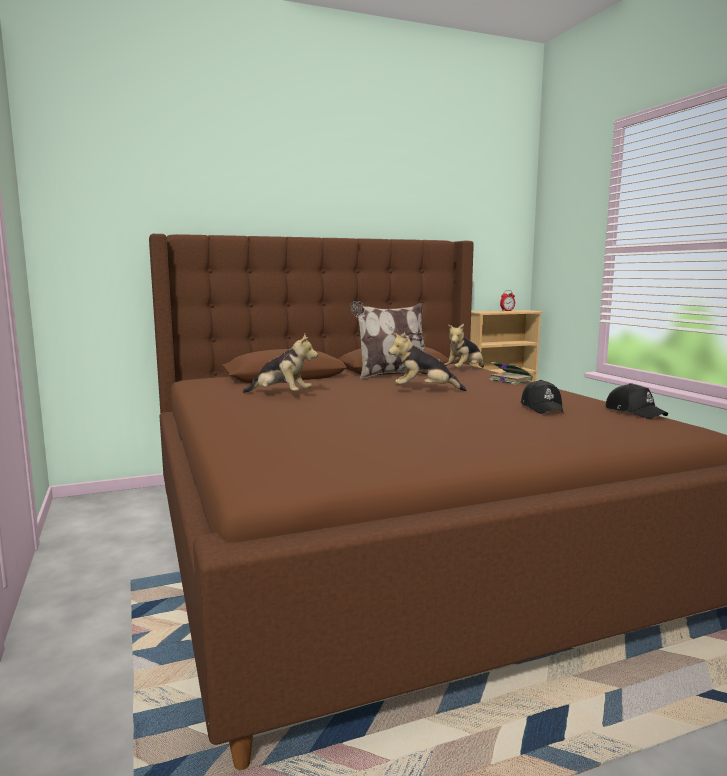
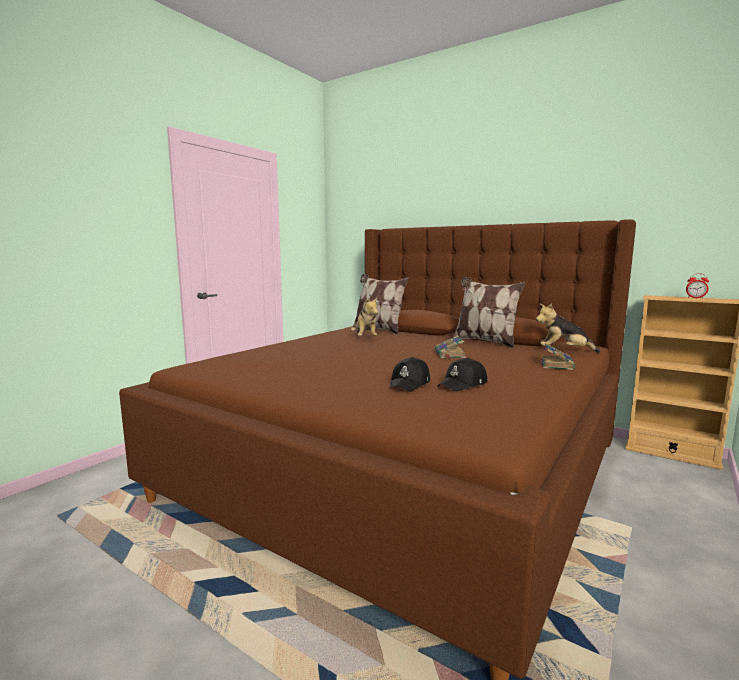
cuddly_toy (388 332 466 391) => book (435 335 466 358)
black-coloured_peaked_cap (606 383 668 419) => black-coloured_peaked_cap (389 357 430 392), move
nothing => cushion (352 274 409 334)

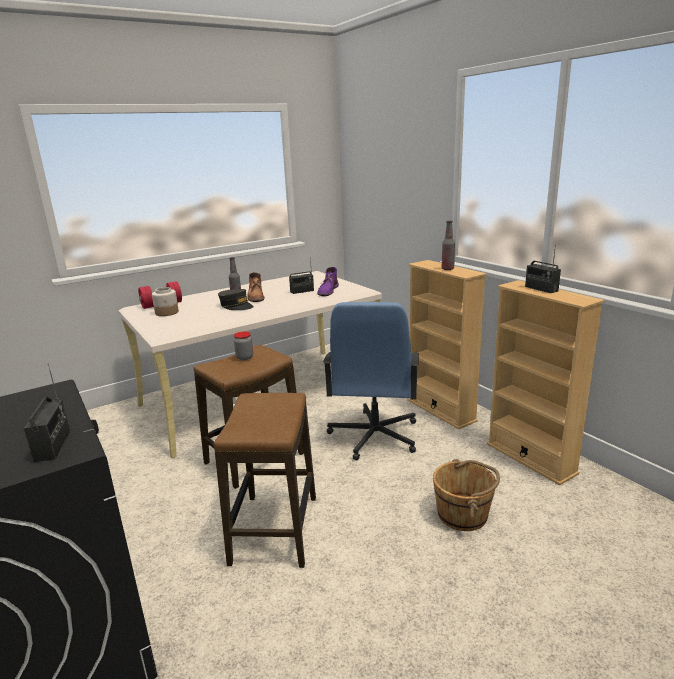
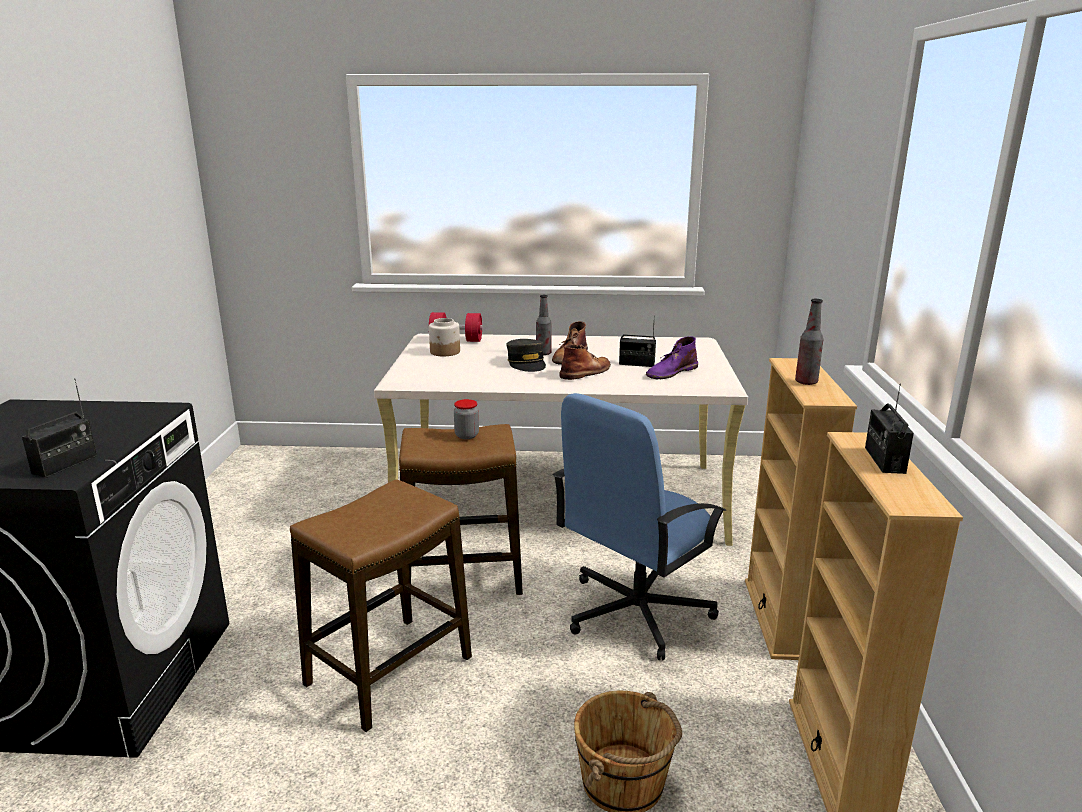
nothing => brown_tall_boot (559 345 611 380)

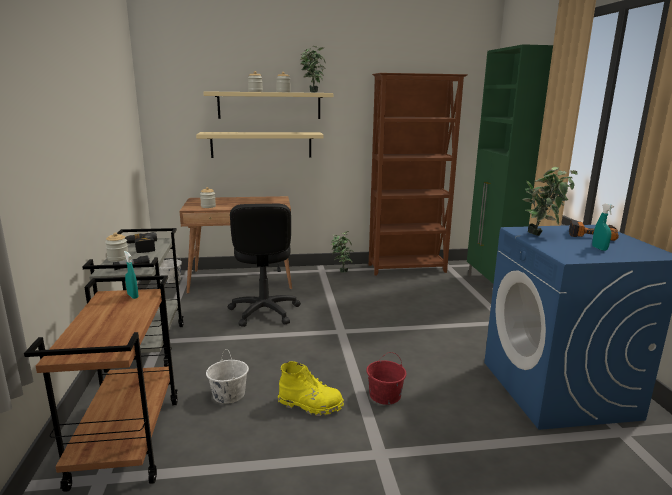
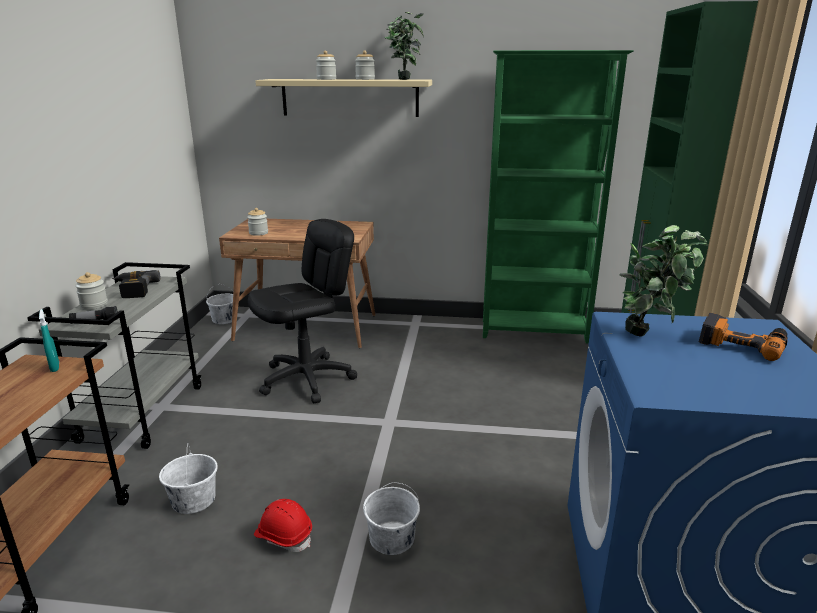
beige_wall_shelf (196 132 324 158) => nothing
black-coloured_desk_chair (228 204 301 327) => black-coloured_desk_chair (248 219 357 403), 135 degrees counterclockwise
yellowish_tall_boot (278 361 344 416) => red-coloured_work_helmet (254 499 312 552)
potted_plant (330 231 354 273) => nothing
red-coloured_water_bucket (366 352 406 405) => white-coloured_water_bucket (363 483 420 555)
brown_bookshelf (369 73 468 276) => green_bookshelf (483 50 634 344)
blue-green_spray_bottle (592 203 614 251) => nothing

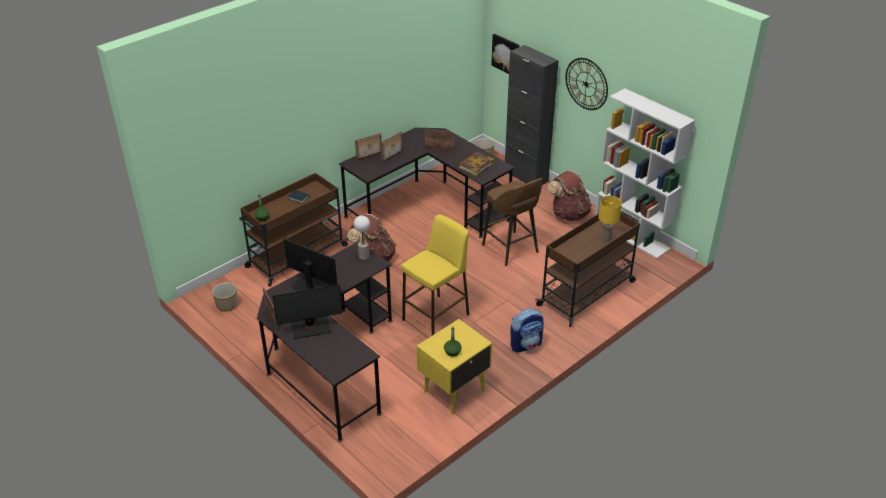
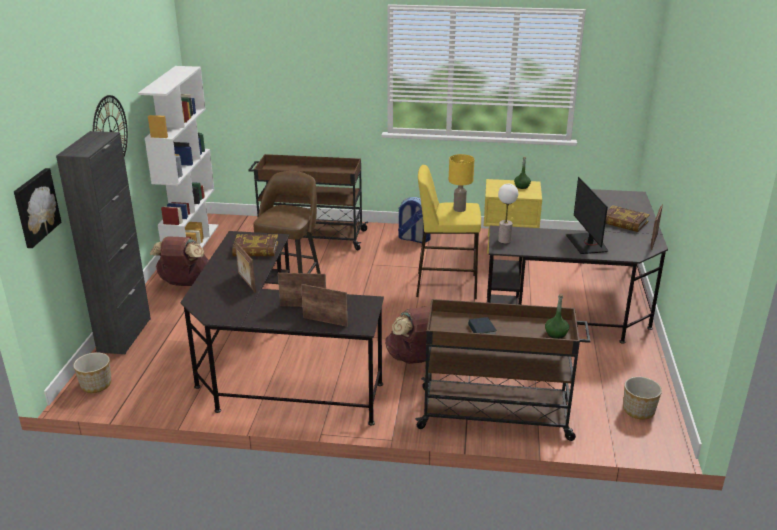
computer_display (273 284 342 339) => book (605 205 650 232)
yellowish_lamp_for_a_table (599 196 622 242) => yellowish_lamp_for_a_table (449 154 475 212), move

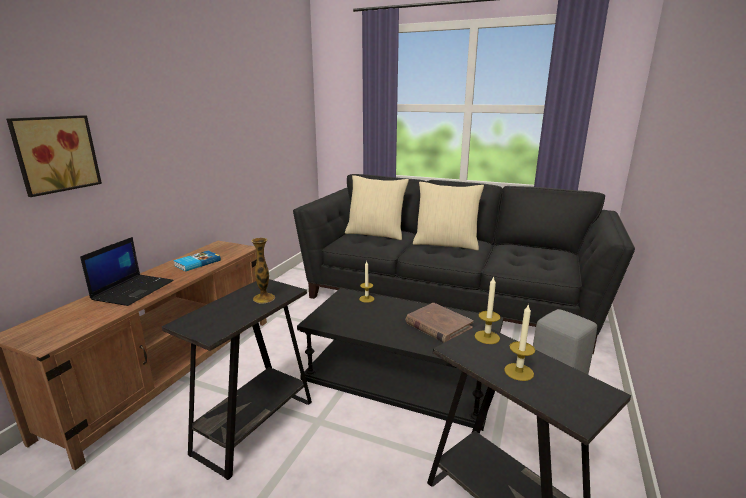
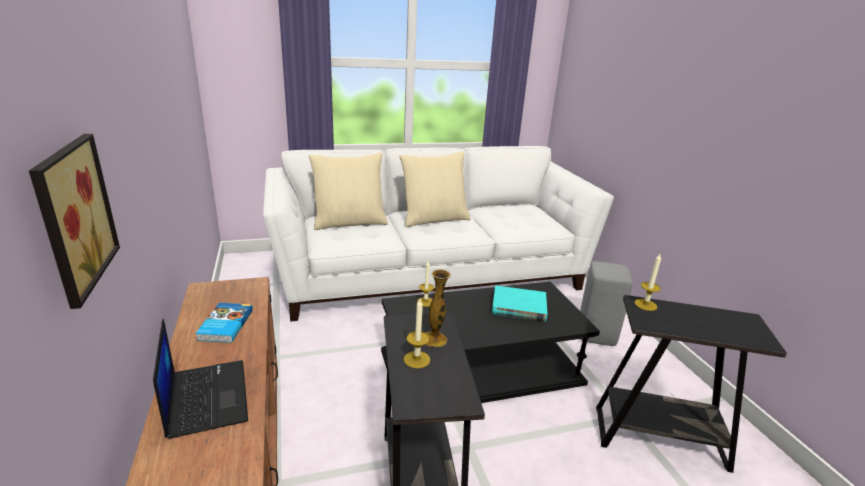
black-coloured_couch (293 174 635 354) => white-coloured_couch (263 146 614 322)
brown_book (406 303 474 343) => blue-green_book (492 285 547 322)
candle (504 303 535 381) => candle (404 299 430 368), move

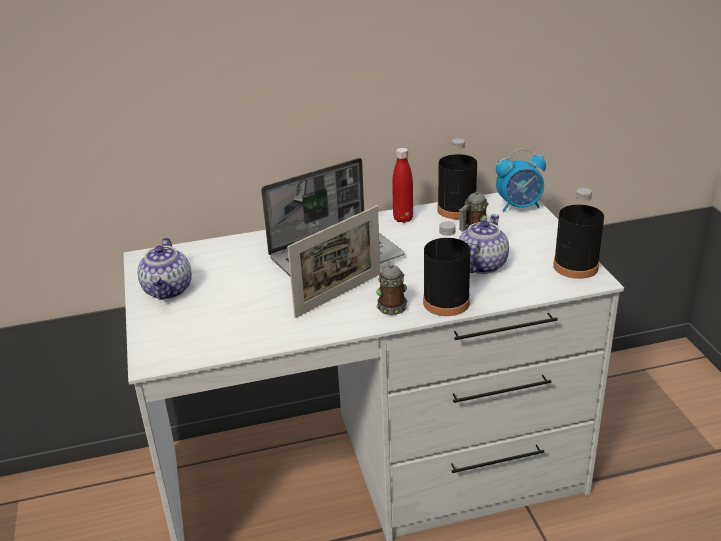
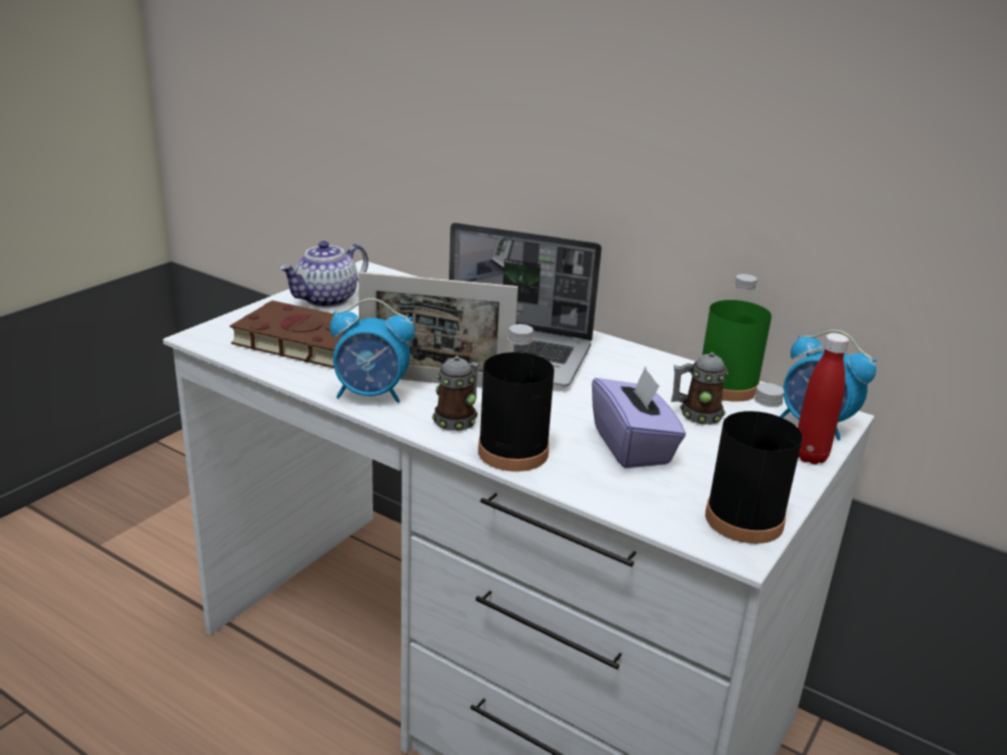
red-coloured_beverage_bottle (392 148 413 223) => red-coloured_beverage_bottle (798 333 849 464), move
black-coloured_beverage_bottle (437 138 477 219) => green_beverage_bottle (702 274 772 402)
tea_pot (459 214 509 274) => purplish_tissue_holder (592 366 686 468)
nothing => brown_book (230 300 359 368)
nothing => alarm_clock (330 298 415 403)

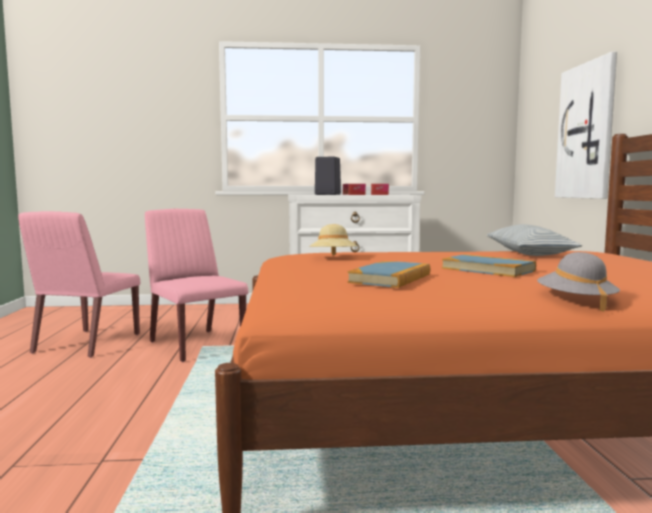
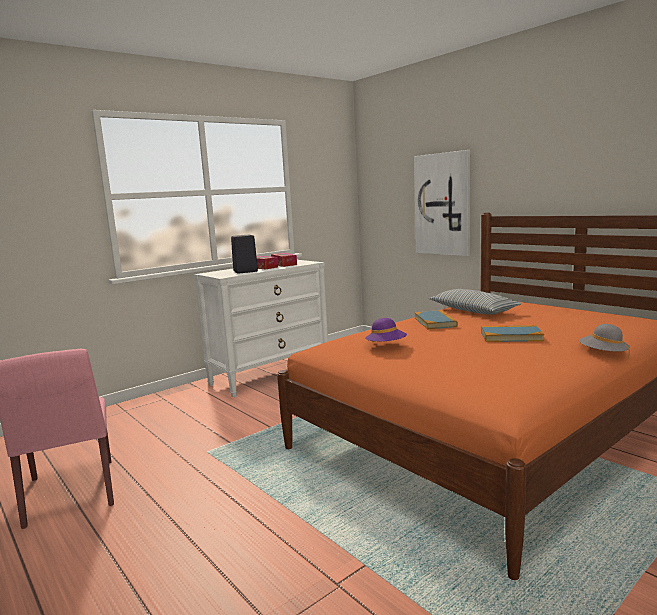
pink-coloured_chair (145 209 248 362) => nothing
beige_hat (310 224 357 255) => purplish_hat (365 318 407 343)
book (347 261 430 288) => book (415 310 458 329), move

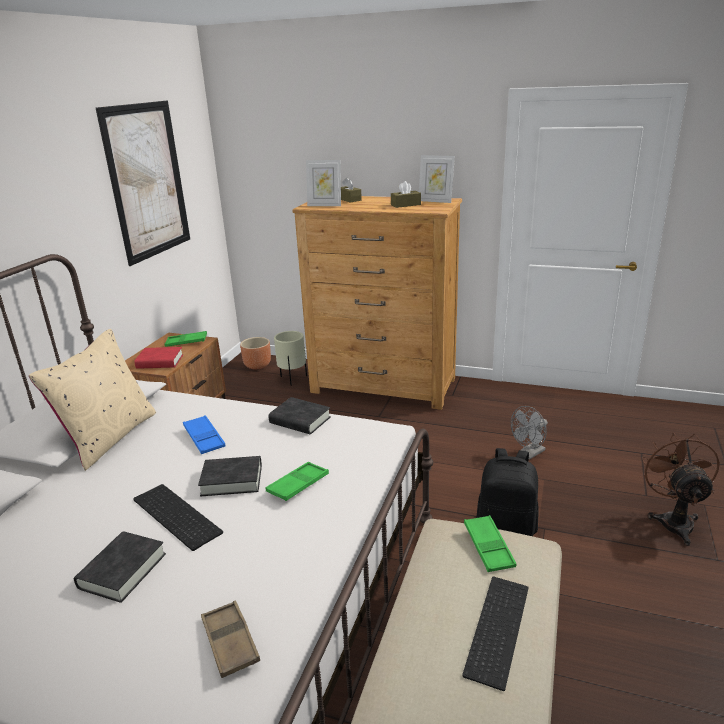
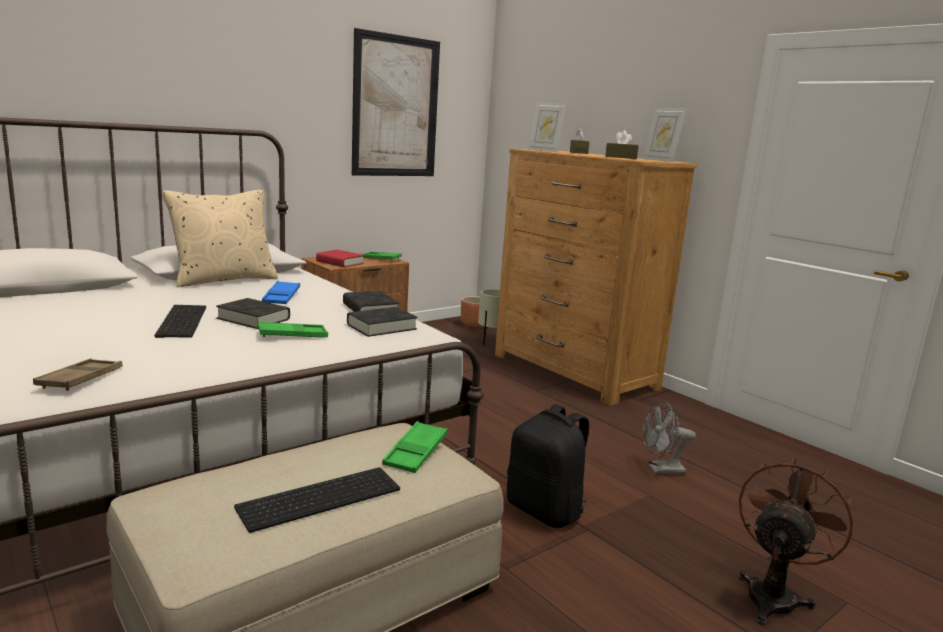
black-coloured_book (74 531 166 603) => black-coloured_book (347 307 417 337), move

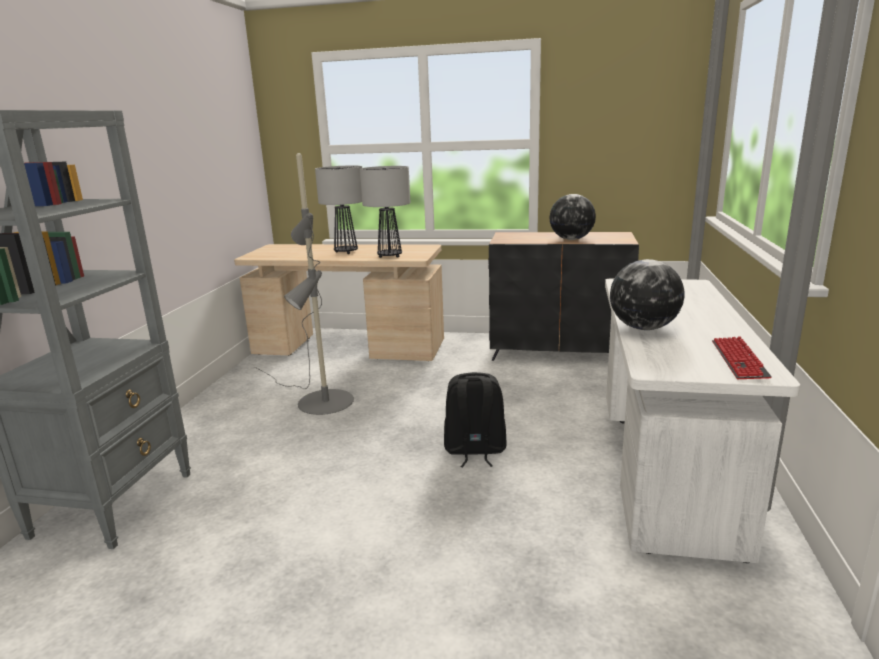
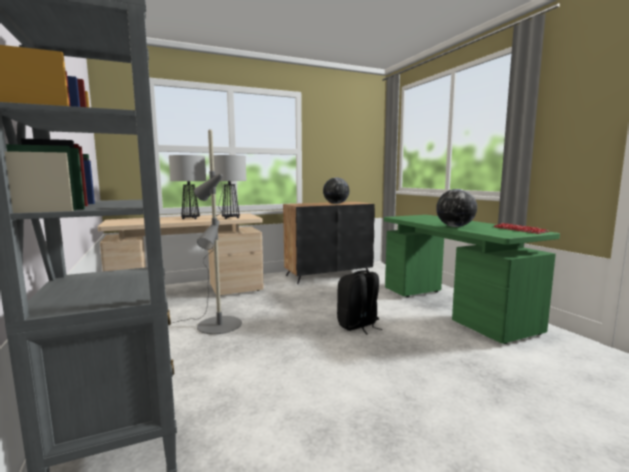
white-coloured_desk_table (605 279 800 563) => green_desk_table (384 215 560 344)

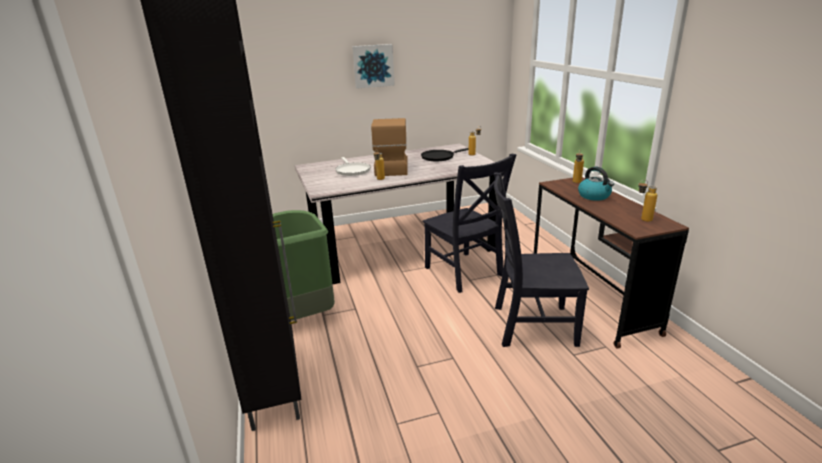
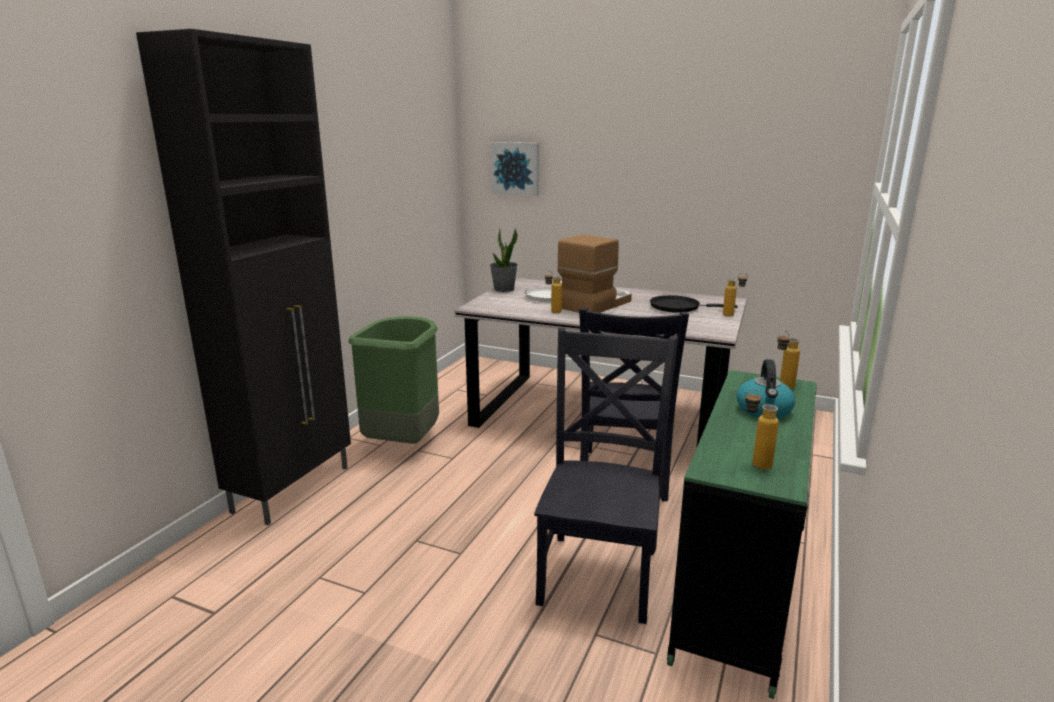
picture (352 44 395 89) => picture (491 142 539 196), move
black-coloured_chair (494 172 589 347) => black-coloured_chair (534 328 678 624), 60 degrees clockwise
brown_desk_table (534 177 689 348) => green_desk_table (667 370 817 699)
nothing => potted_plant (490 228 518 292)

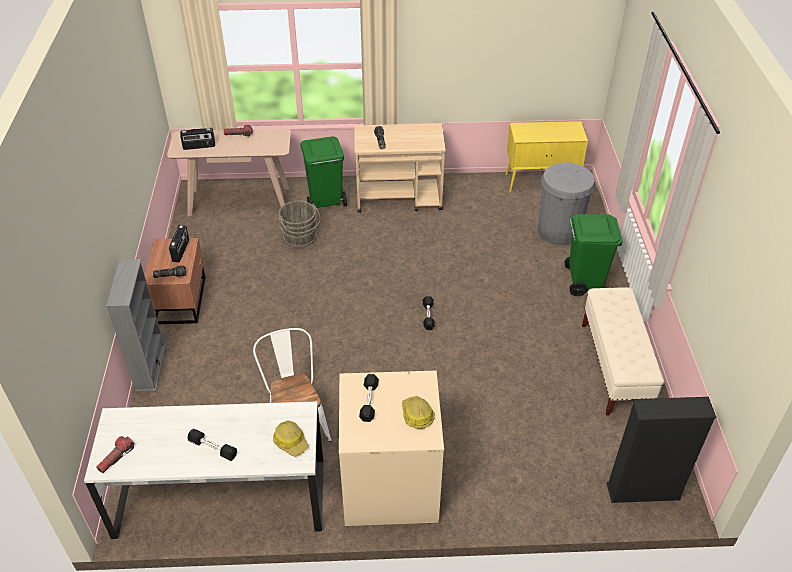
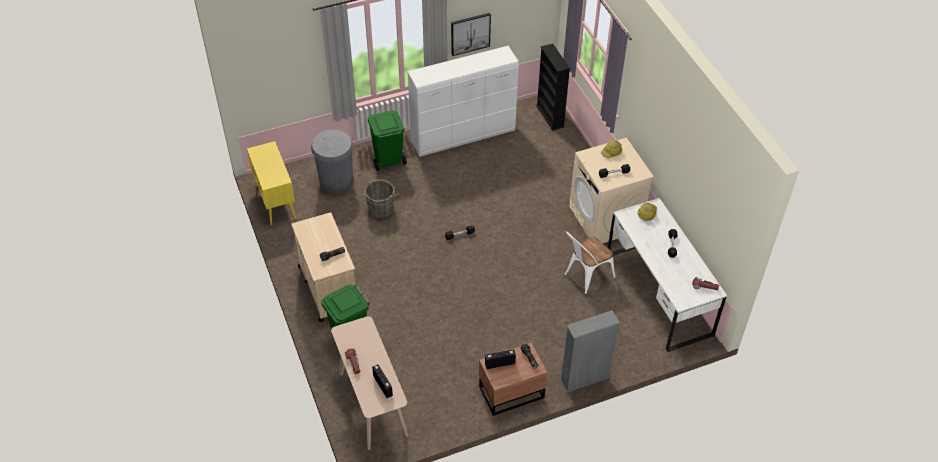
gray_water_bucket (279 200 320 248) => gray_water_bucket (365 180 399 218), move
beige_indoor_bench (582 287 664 416) => white-coloured_drawer_chest (408 46 519 157)
nothing => picture (451 13 491 56)

